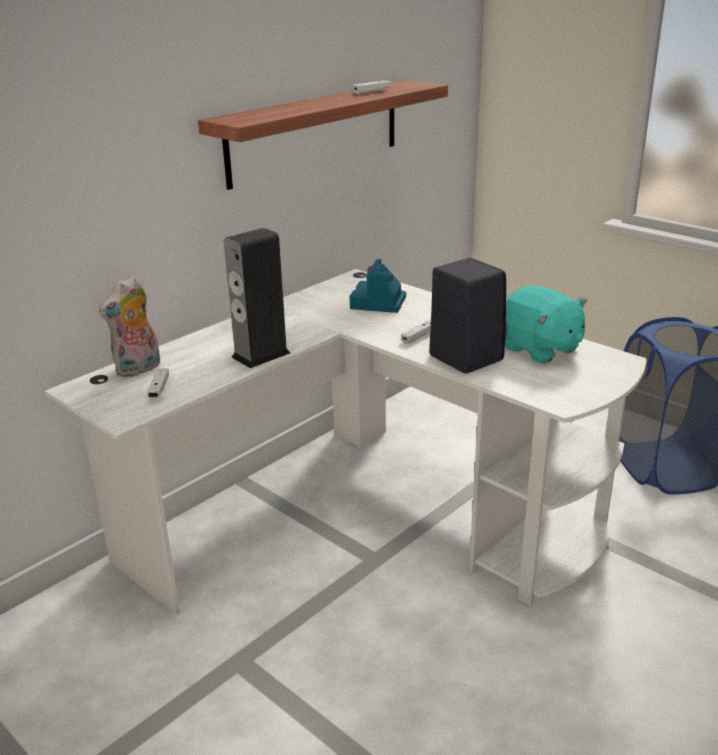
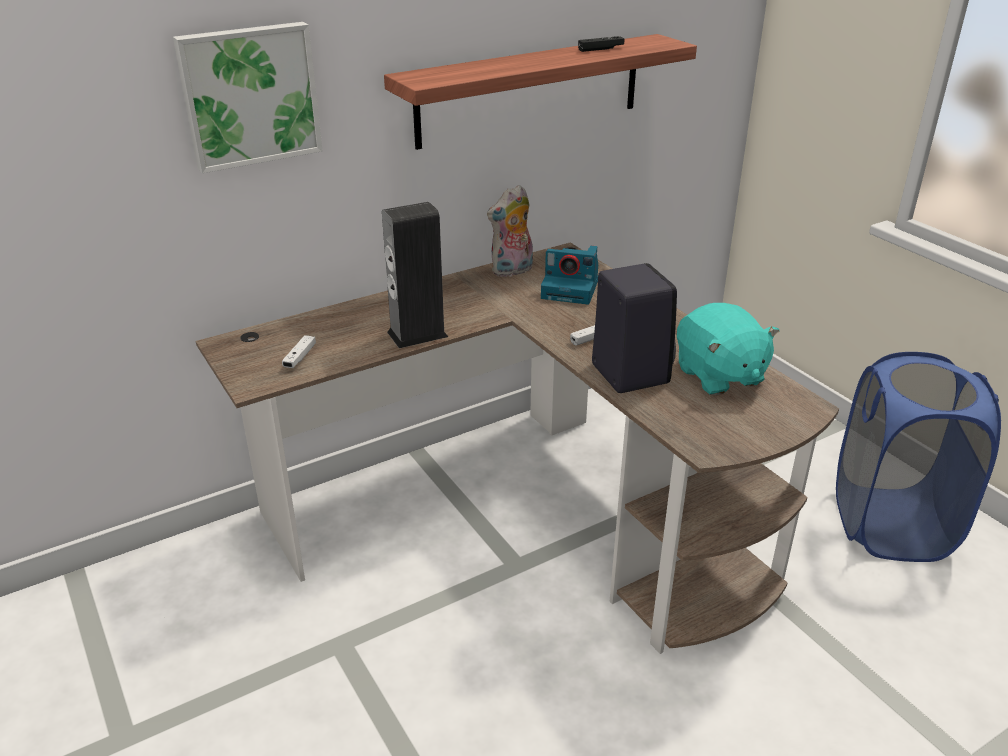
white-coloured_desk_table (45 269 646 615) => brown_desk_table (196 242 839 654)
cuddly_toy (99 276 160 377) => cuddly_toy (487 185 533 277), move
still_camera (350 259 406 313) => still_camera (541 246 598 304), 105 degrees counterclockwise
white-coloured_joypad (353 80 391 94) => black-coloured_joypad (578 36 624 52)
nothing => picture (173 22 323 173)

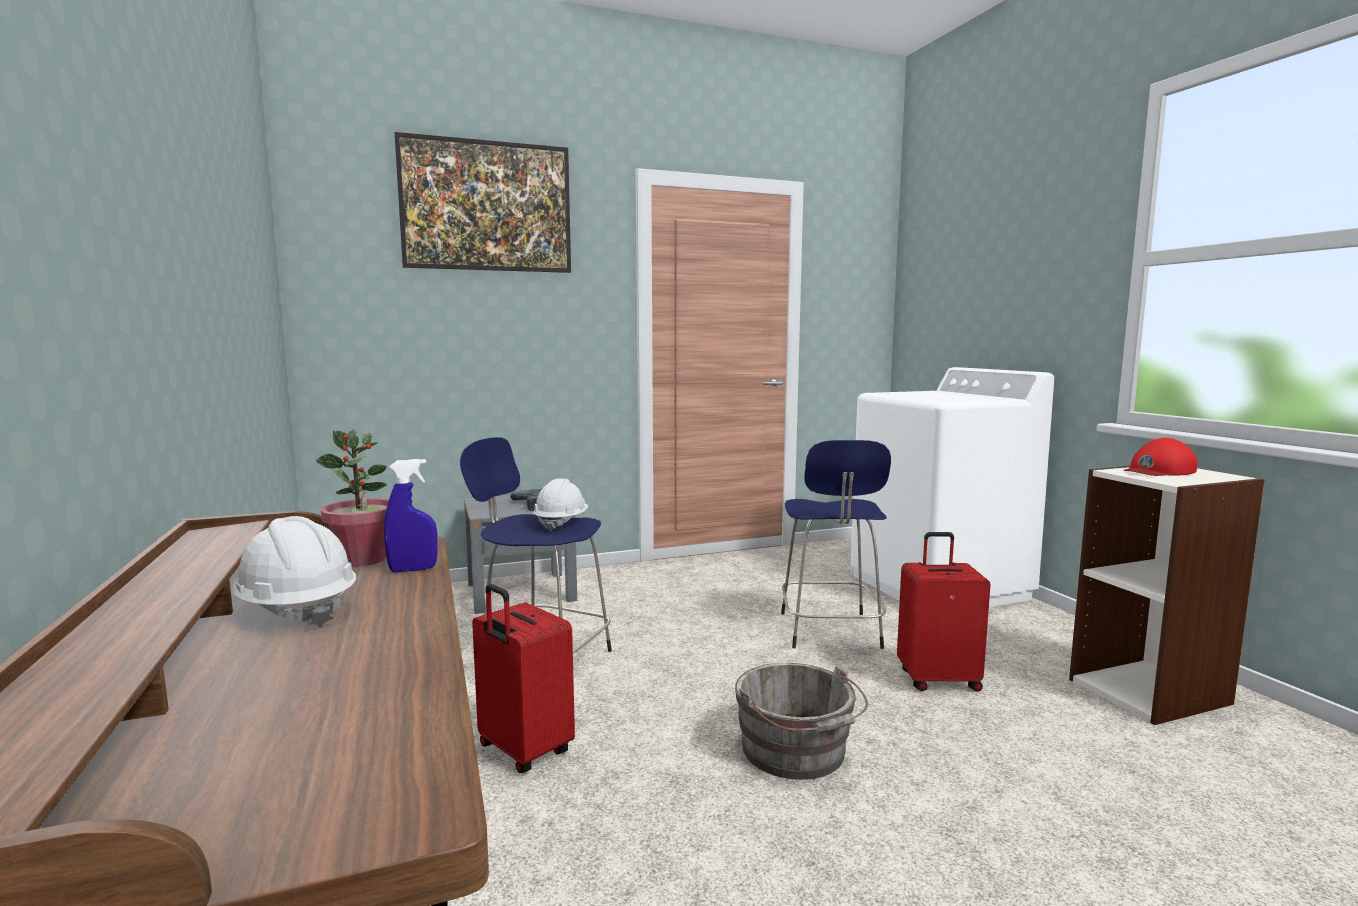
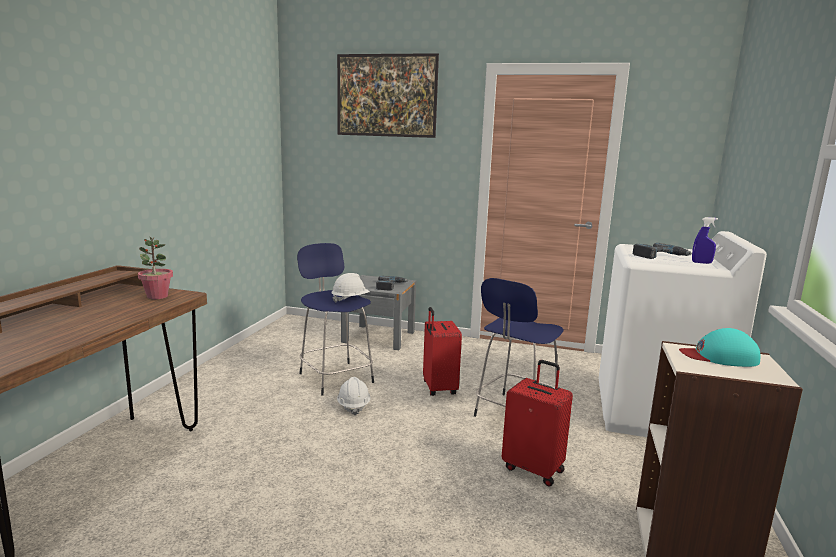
white-coloured_work_helmet (233 516 356 628) => white-coloured_work_helmet (337 377 371 415), move
blue-coloured_spray_bottle (384 459 438 572) => blue-coloured_spray_bottle (692 217 718 264), move
red-coloured_piece_of_luggage (472 584 575 773) => red-coloured_piece_of_luggage (423 307 462 396), move
gray_water_bucket (735 663 868 780) => nothing
red-coloured_peaked_cap (1124 438 1197 476) => blue-green_peaked_cap (679 328 760 367)
nothing => power_drill (633 243 692 259)

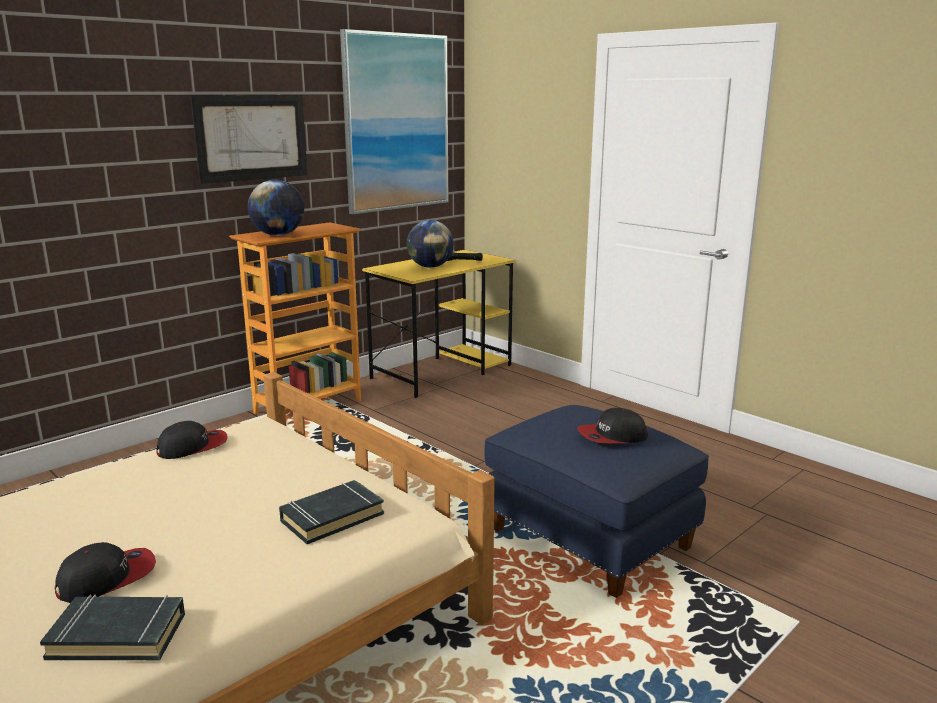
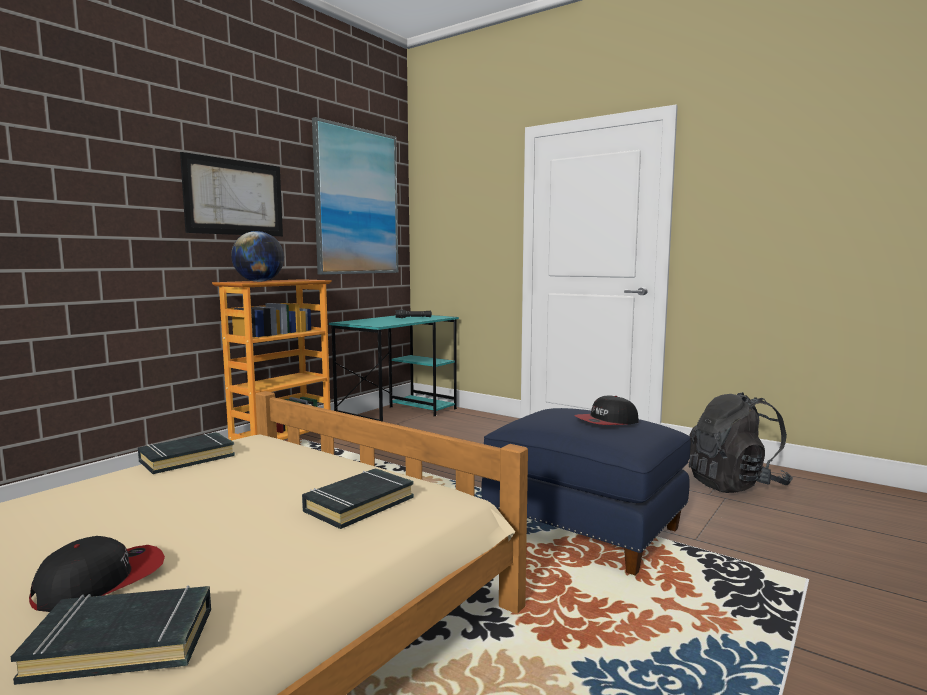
peaked_cap (156 421 228 459) => black-coloured_book (138 432 235 474)
yellowish_desk_table (362 250 516 398) => blue-green_desk_table (329 315 459 422)
world_globe (407 220 454 268) => nothing
nothing => black-coloured_backpack (689 392 793 493)

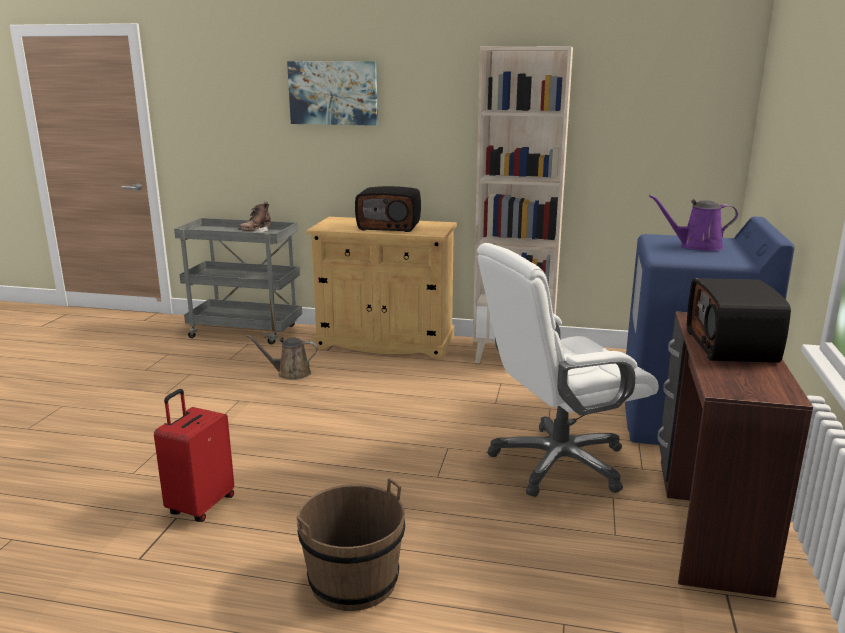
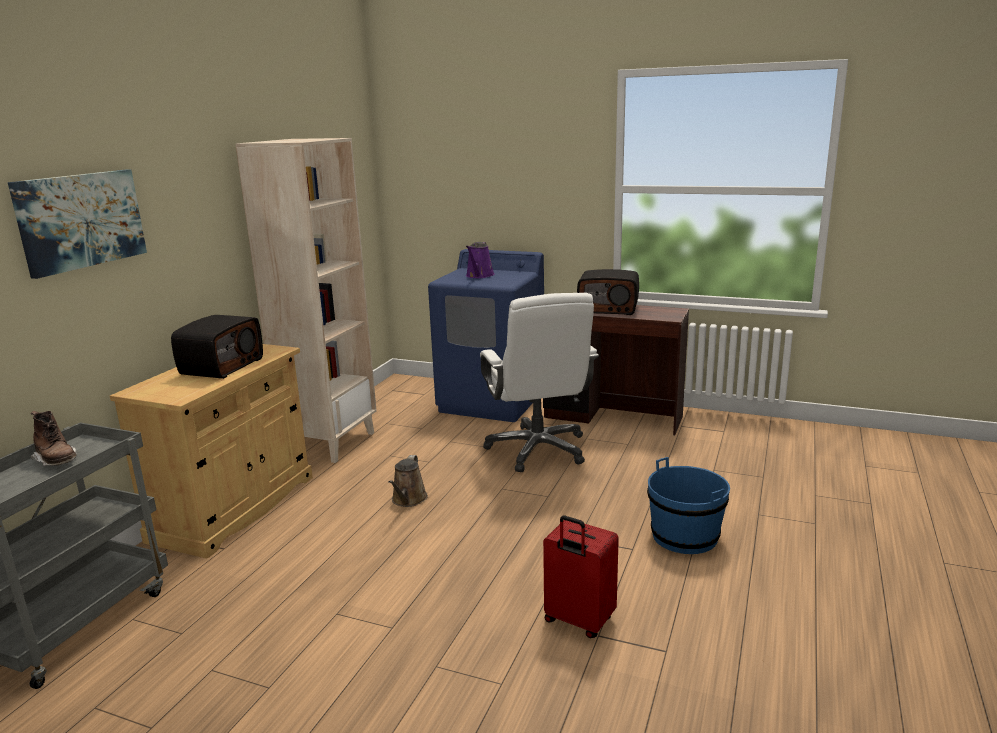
brown_watering_can (246 334 318 380) => brown_watering_can (388 455 428 507), move
brown_water_bucket (296 478 405 611) => blue-coloured_water_bucket (647 457 730 554)

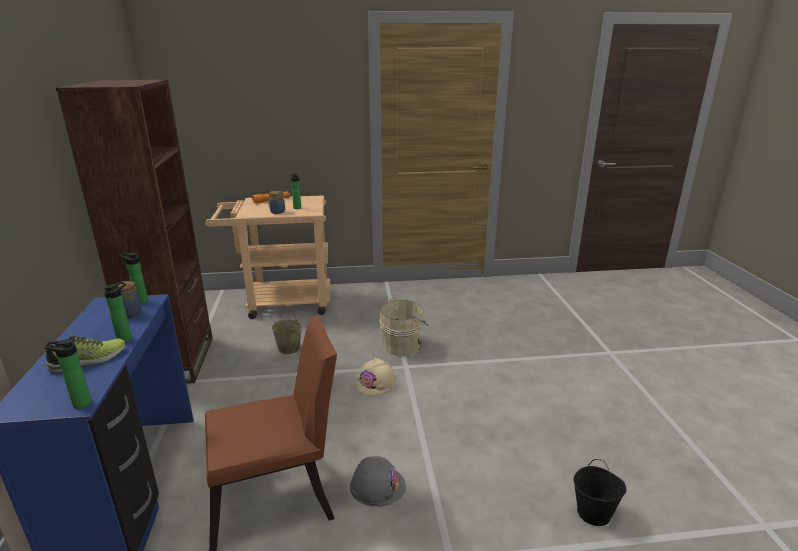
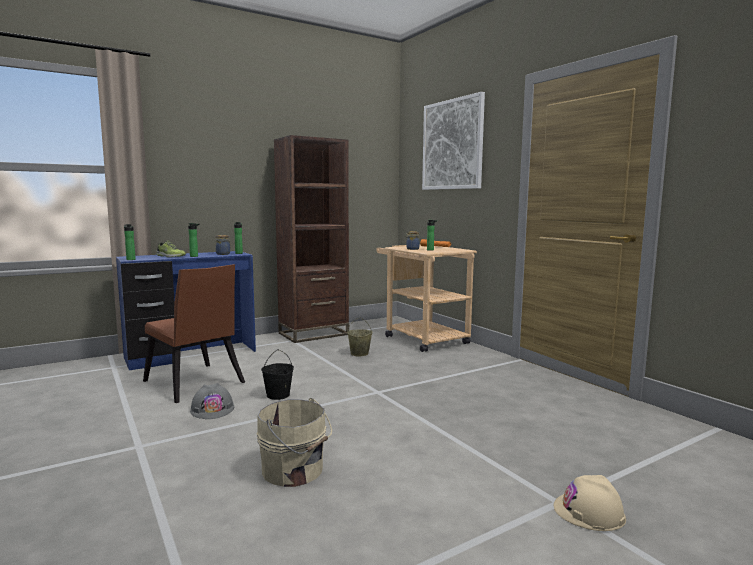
beige_work_helmet (355 358 396 395) => beige_work_helmet (554 475 626 531), move
beige_water_bucket (380 299 428 356) => beige_water_bucket (256 398 332 487), move
black-coloured_water_bucket (573 459 627 526) => black-coloured_water_bucket (261 350 294 400), move
nothing => picture (422 92 485 190)

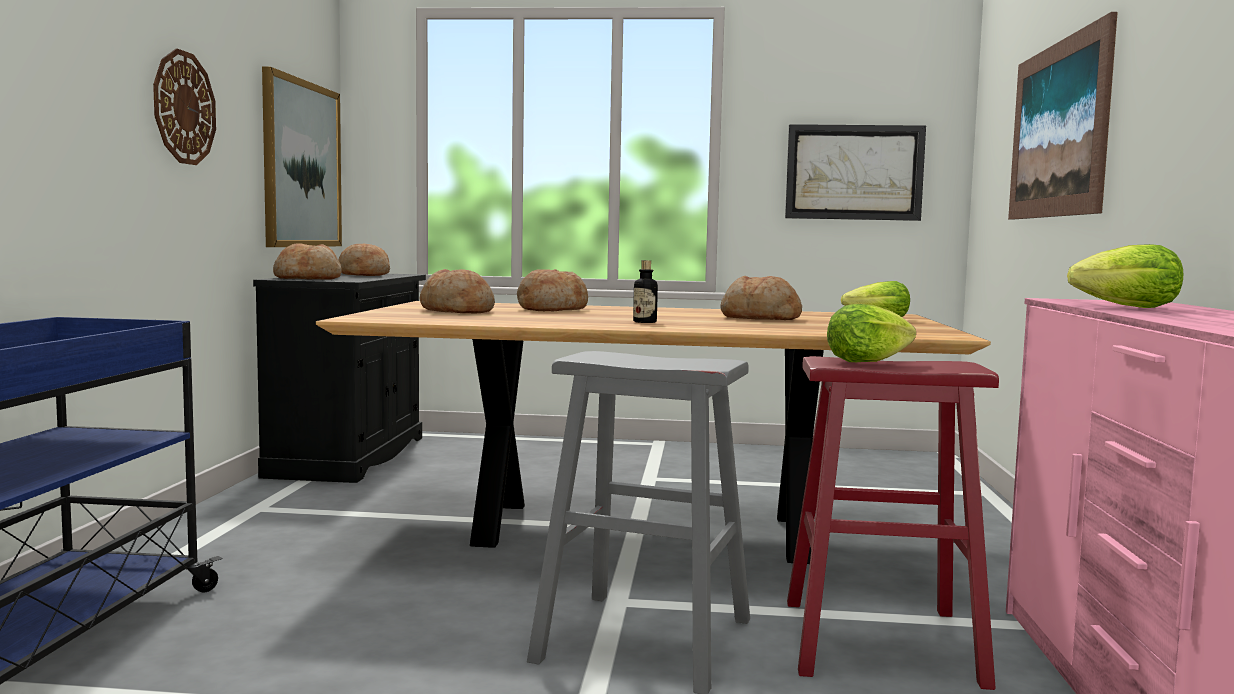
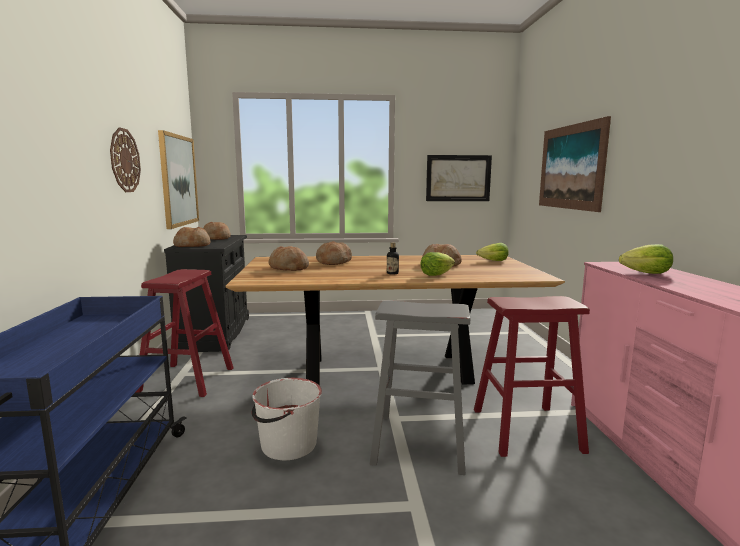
lettuce_head (827 304 916 362) => lettuce_head (420 252 455 276), move
nothing => red-coloured_sitting_stool (136 269 233 397)
nothing => white-coloured_water_bucket (252 378 322 460)

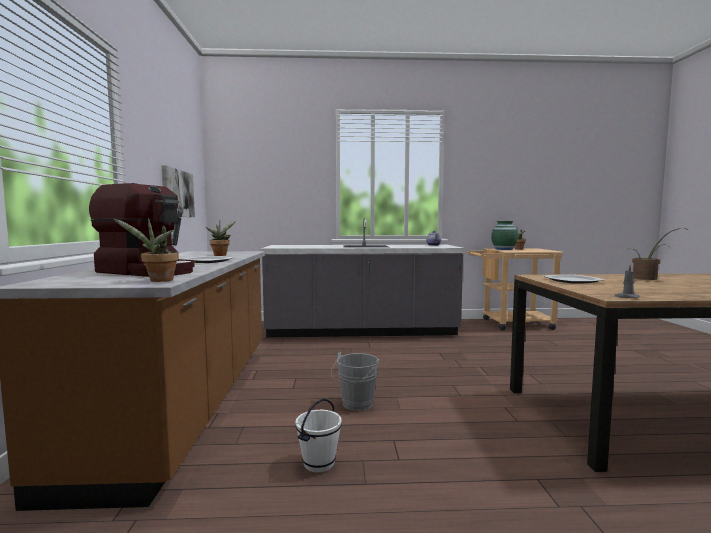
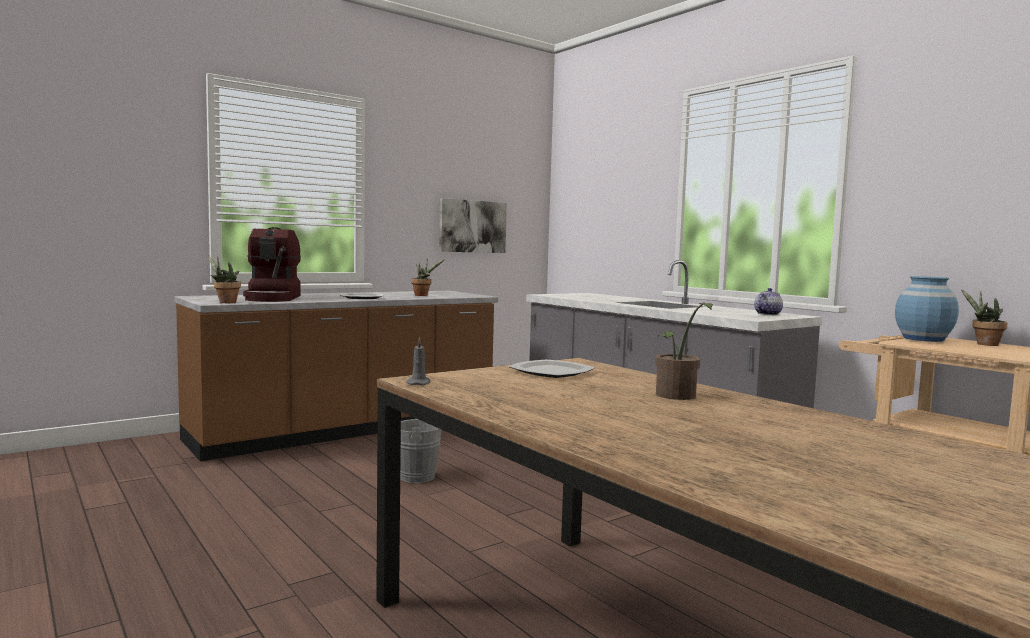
white-coloured_water_bucket (295 398 342 472) => nothing
green_decorative_vase (491 221 518 250) => blue-coloured_decorative_vase (895 276 959 342)

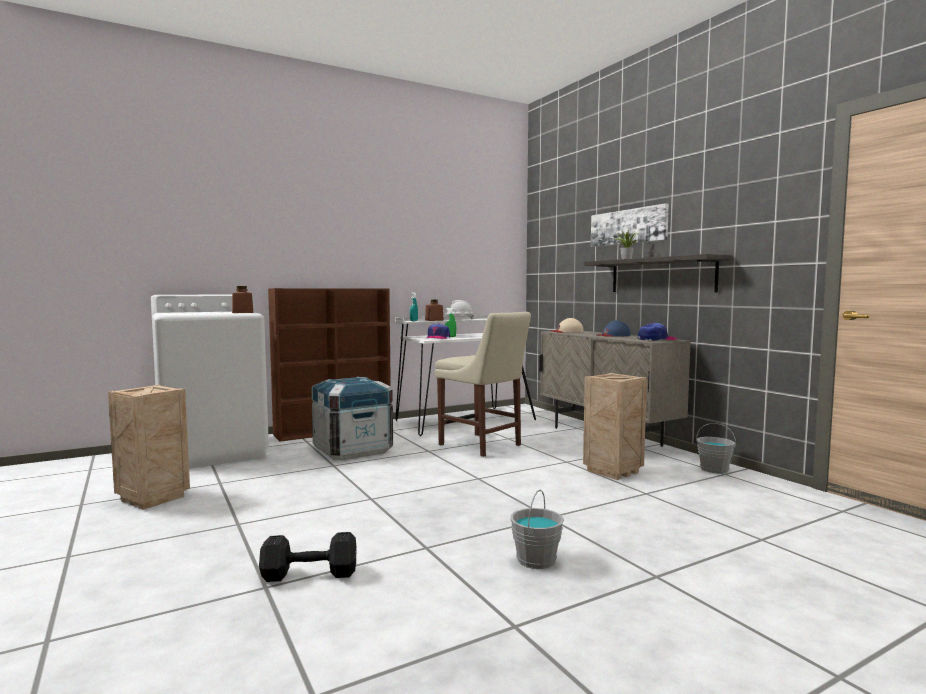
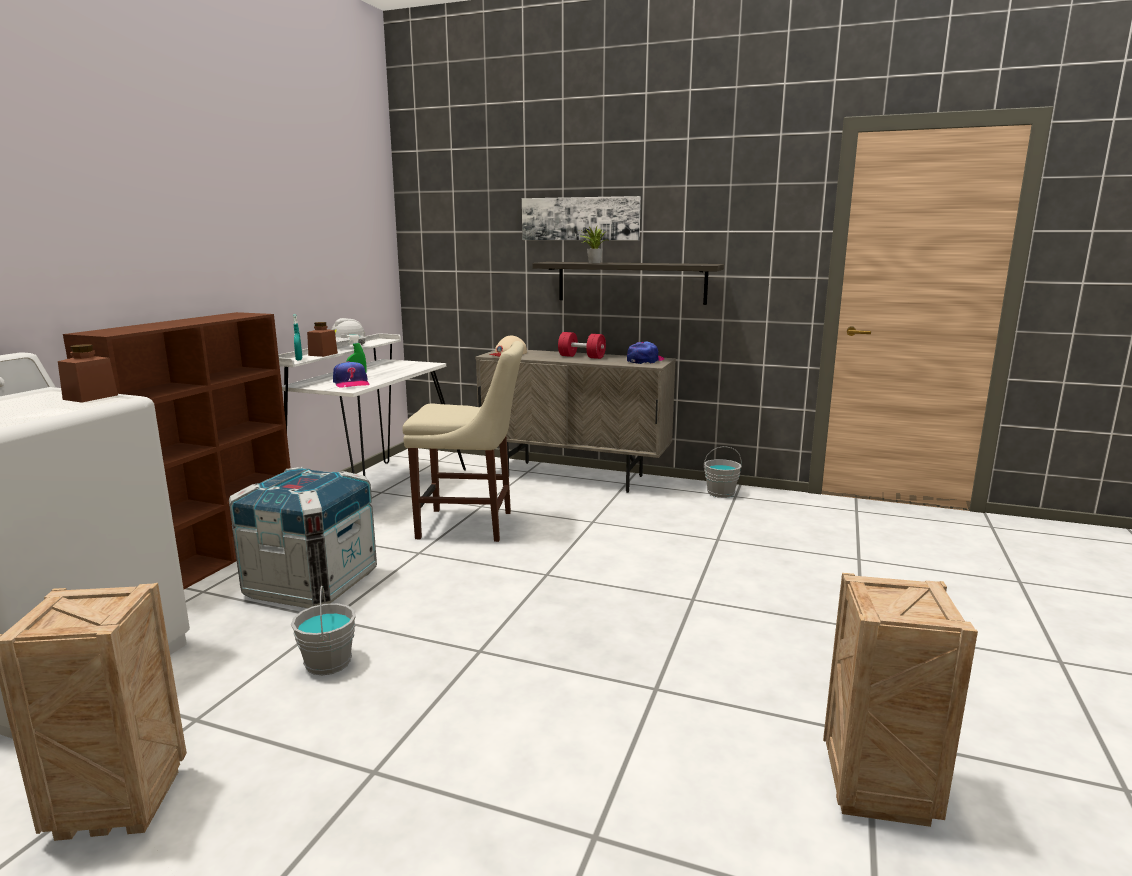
black-coloured_hand_weight (259 532 357 582) => nothing
gray_water_bucket (511 490 564 569) => gray_water_bucket (291 586 356 675), move
shipping_crate (583 373 647 480) => shipping_crate (823 573 978 827), move
blue-coloured_peaked_cap (597 320 630 337) => red-coloured_hand_weight (558 332 606 359)

